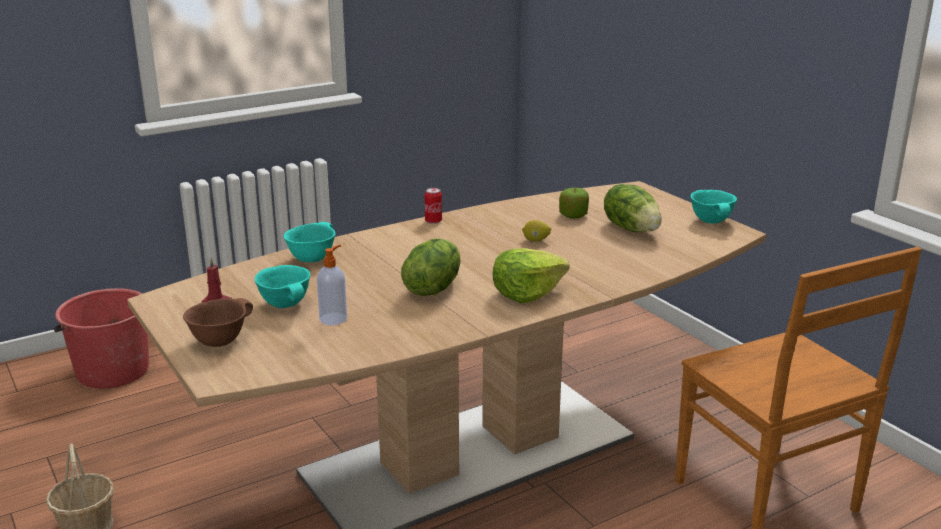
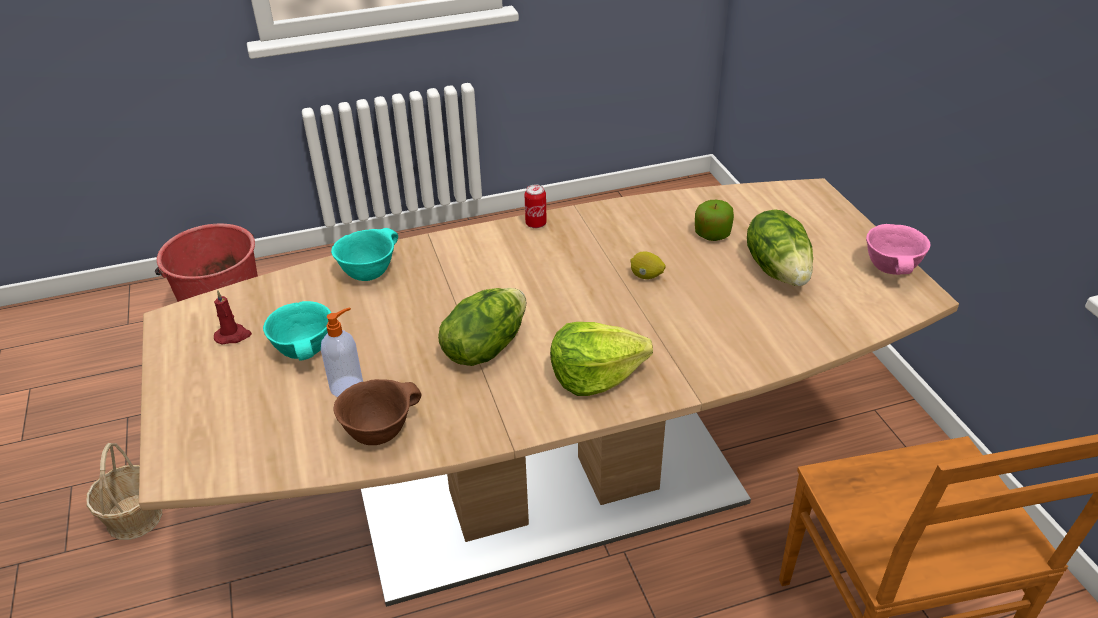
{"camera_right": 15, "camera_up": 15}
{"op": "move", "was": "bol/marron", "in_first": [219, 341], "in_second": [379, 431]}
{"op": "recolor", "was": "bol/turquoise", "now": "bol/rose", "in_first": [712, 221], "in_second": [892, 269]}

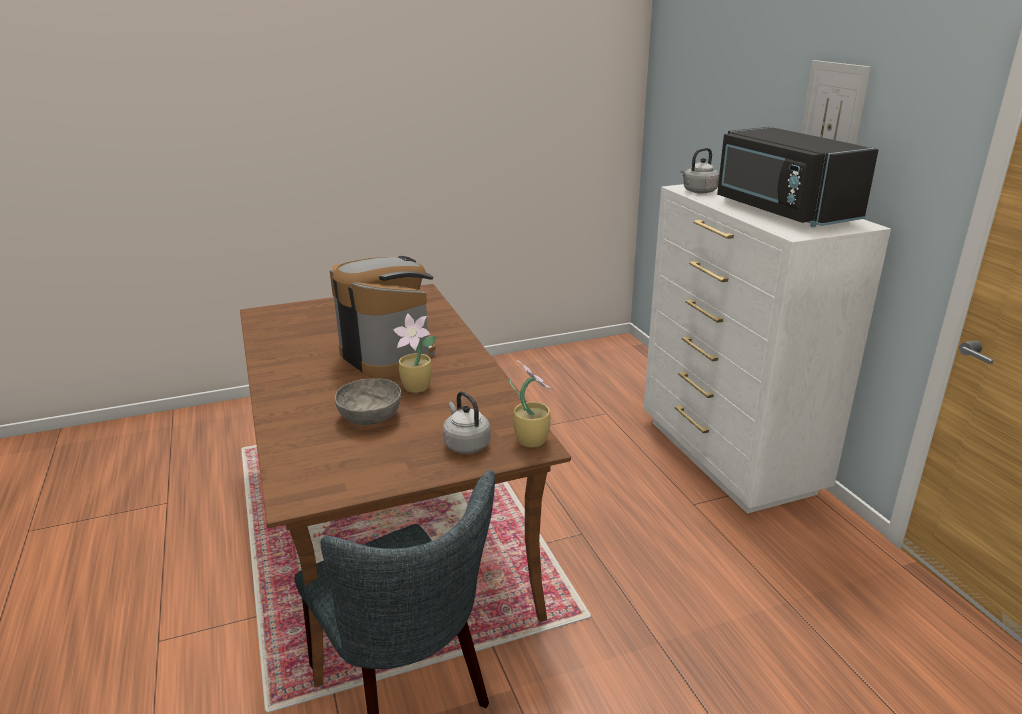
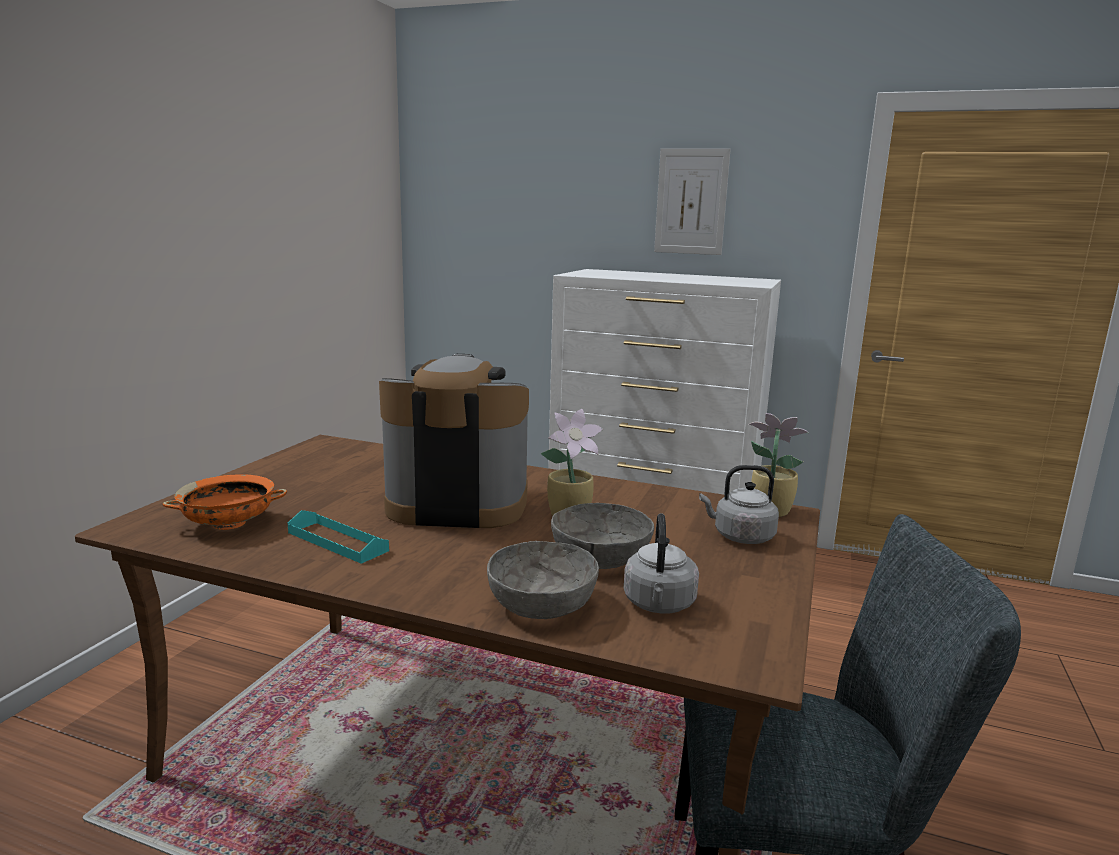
{"camera_right": -50, "camera_up": -10}
{"op": "move", "was": "bouilloire/gris", "in_first": [698, 192], "in_second": [659, 605]}
{"op": "delete", "was": "micro-ondes/noir", "in_first": [781, 211]}
{"op": "insert", "now": "bol/orange", "in_second": [228, 524]}
{"op": "insert", "now": "plateau/turquoise", "in_second": [337, 541]}
{"op": "insert", "now": "bol/gris", "in_second": [541, 604]}

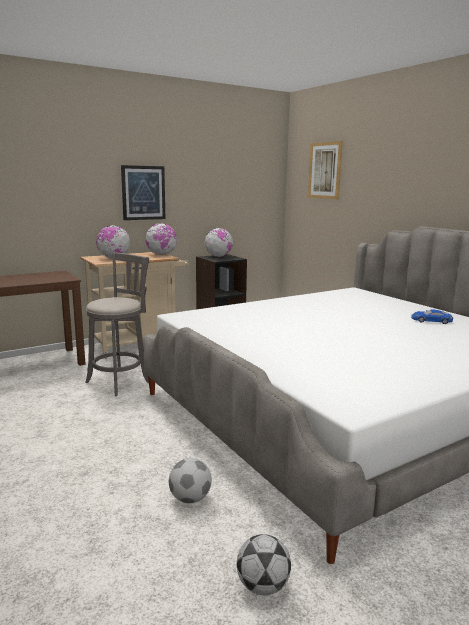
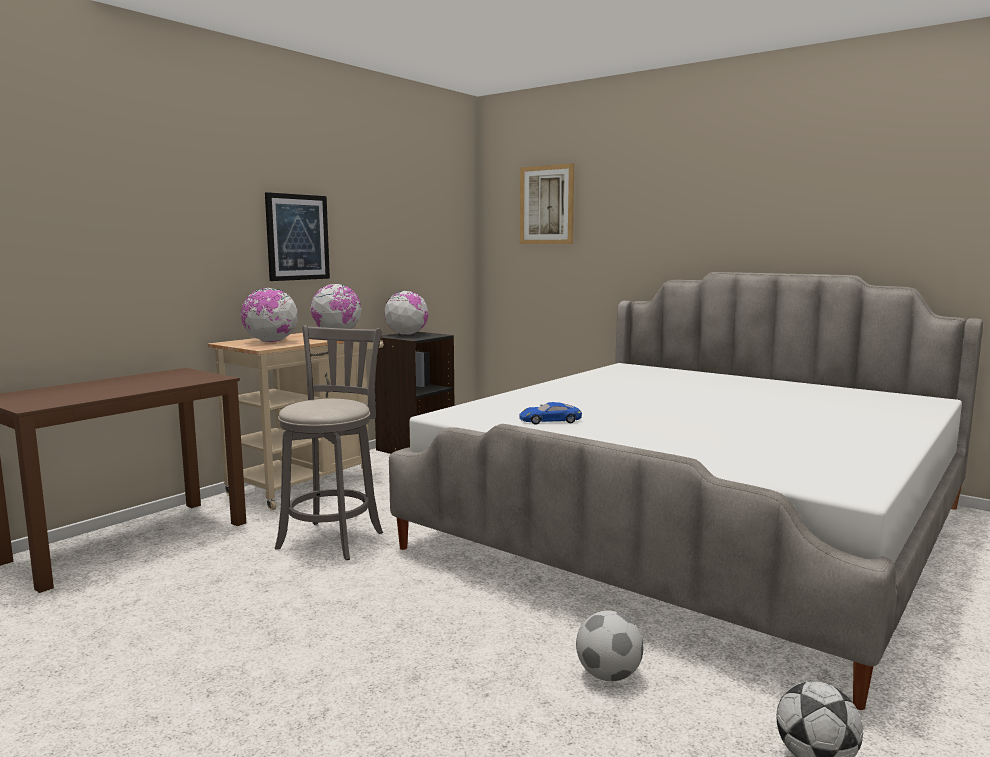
{"camera_right": -20, "camera_up": -5}
{"op": "move", "was": "petite voiture/bleu", "in_first": [431, 321], "in_second": [550, 420]}

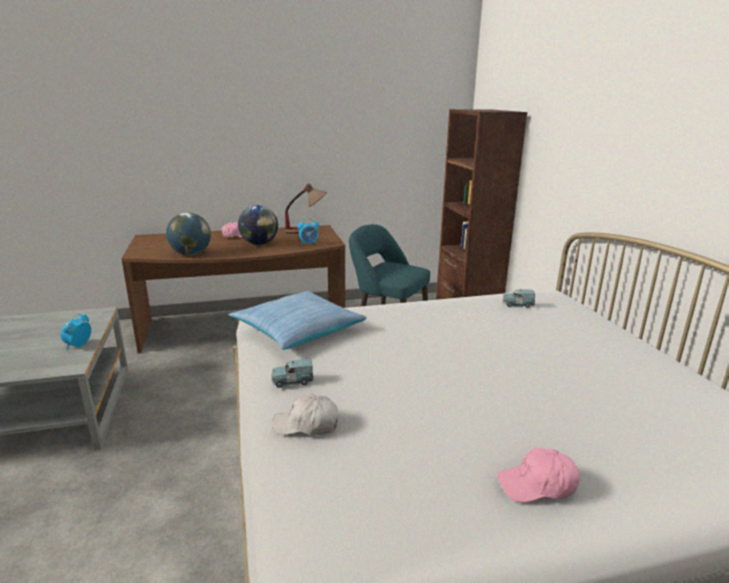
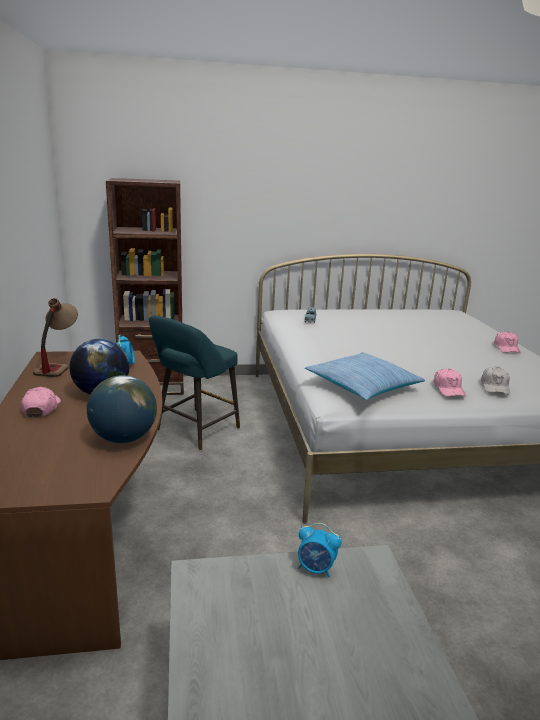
{"camera_right": -85, "camera_up": 0}
{"op": "replace", "was": "petite voiture/bleu", "now": "casquette/rose", "in_first": [292, 381], "in_second": [448, 389]}

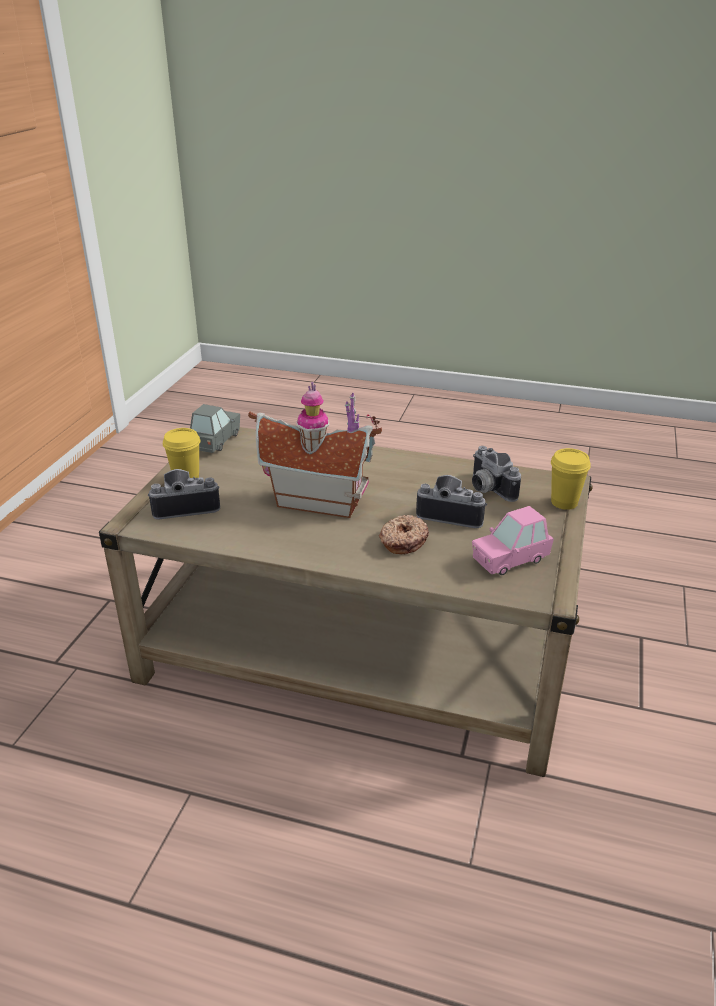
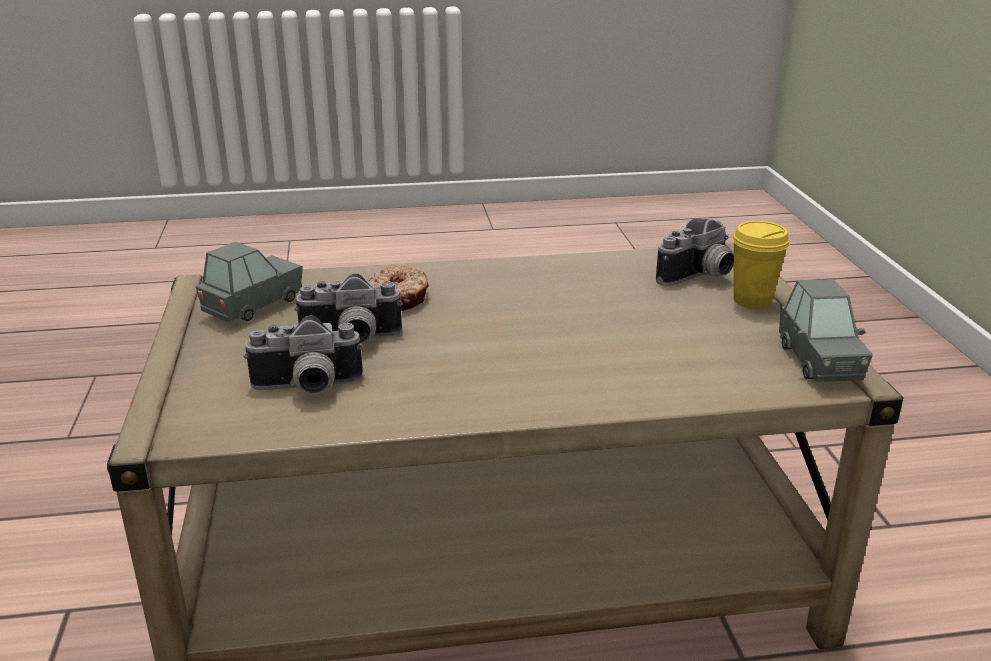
{"camera_right": 155, "camera_up": -5}
{"op": "delete", "was": "maison miniature", "in_first": [319, 499]}
{"op": "rotate", "was": "appareil photo", "in_first": [487, 489], "in_second": [307, 388], "clockwise": 135}
{"op": "recolor", "was": "petite voiture/rose", "now": "petite voiture/gris", "in_first": [510, 559], "in_second": [254, 305]}
{"op": "delete", "was": "tasse/jaune", "in_first": [564, 502]}

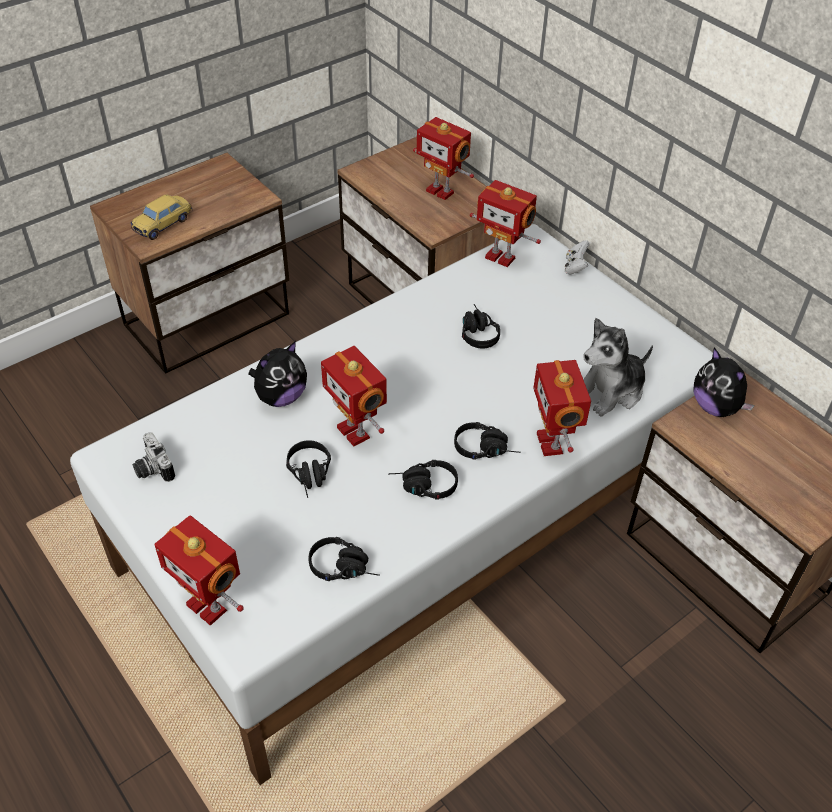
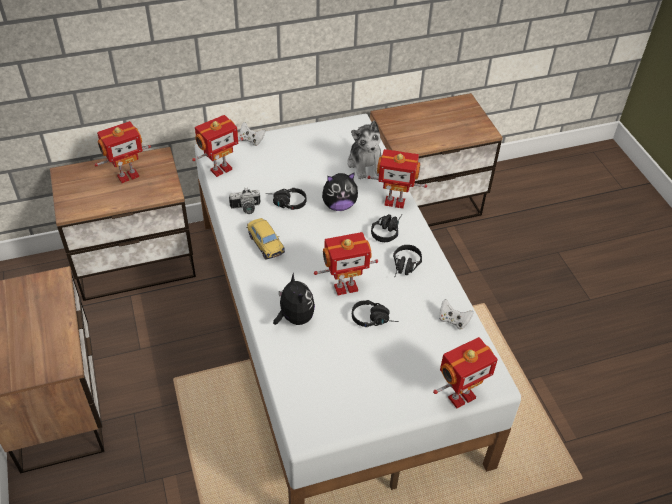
{"camera_right": -70, "camera_up": 0}
{"op": "move", "was": "petite voiture", "in_first": [163, 224], "in_second": [265, 244]}
{"op": "move", "was": "appareil photo", "in_first": [152, 469], "in_second": [246, 209]}
{"op": "replace", "was": "casque audio/noir", "now": "manette/blanc", "in_first": [345, 567], "in_second": [453, 320]}
{"op": "move", "was": "peluche", "in_first": [716, 407], "in_second": [339, 205]}

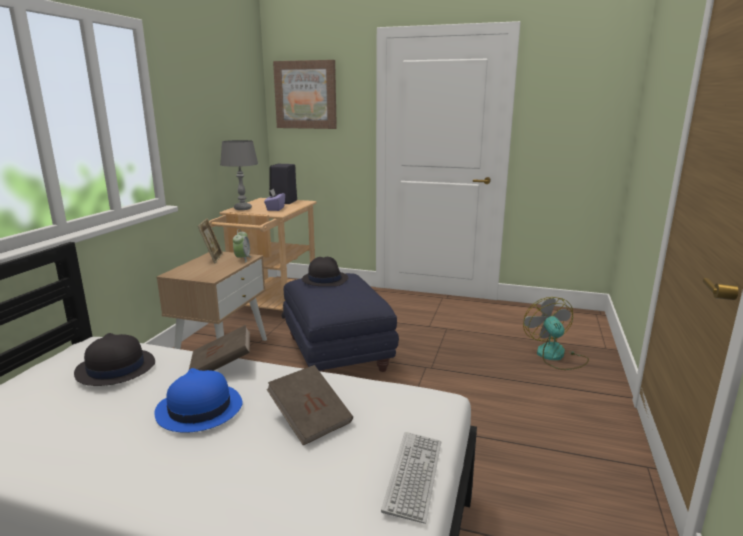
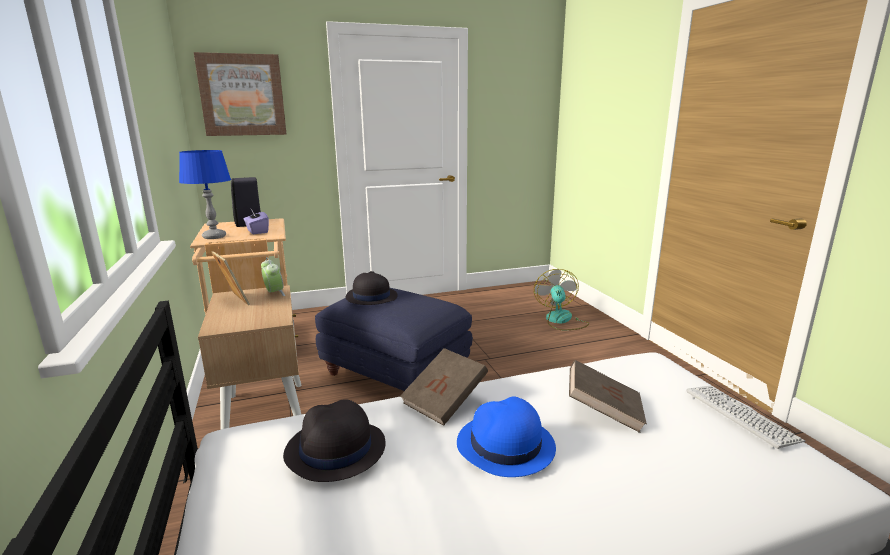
{"camera_right": -35, "camera_up": 0}
{"op": "recolor", "was": "lampe de table/gris", "now": "lampe de table/bleu", "in_first": [243, 208], "in_second": [214, 237]}
{"op": "rotate", "was": "ventilateur", "in_first": [555, 356], "in_second": [561, 320], "clockwise": 45}

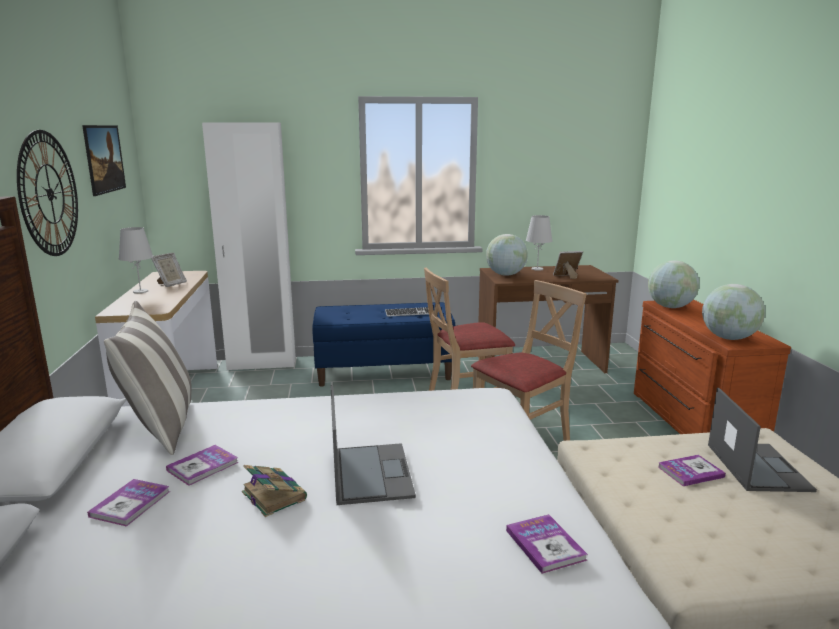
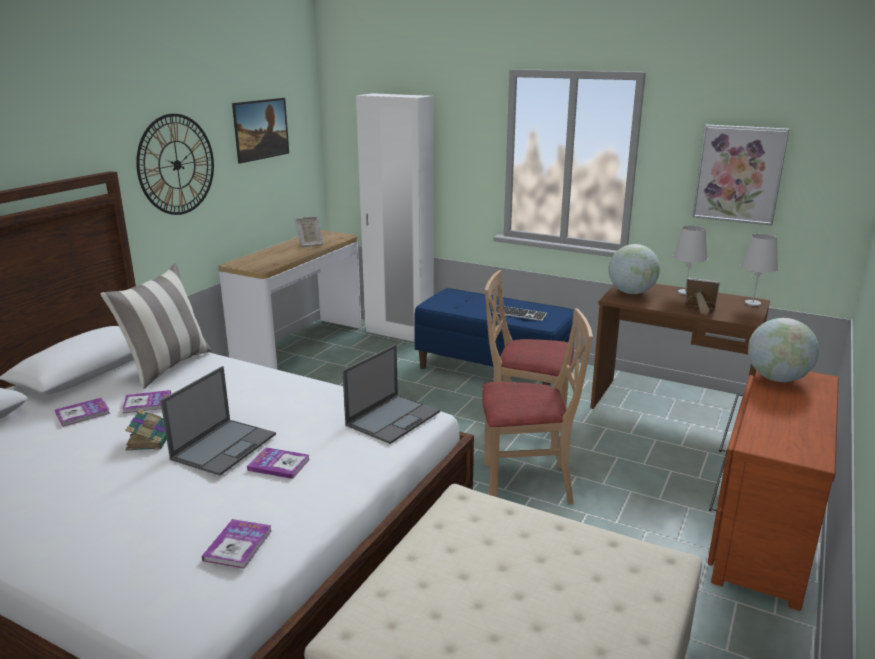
{"camera_right": 35, "camera_up": 5}
{"op": "move", "was": "lampe de table/blanc", "in_first": [140, 291], "in_second": [752, 303]}
{"op": "move", "was": "livre", "in_first": [690, 472], "in_second": [279, 464]}
{"op": "delete", "was": "globe", "in_first": [728, 338]}
{"op": "move", "was": "ordinateur portable", "in_first": [756, 466], "in_second": [393, 418]}
{"op": "insert", "now": "tableau", "in_second": [739, 174]}

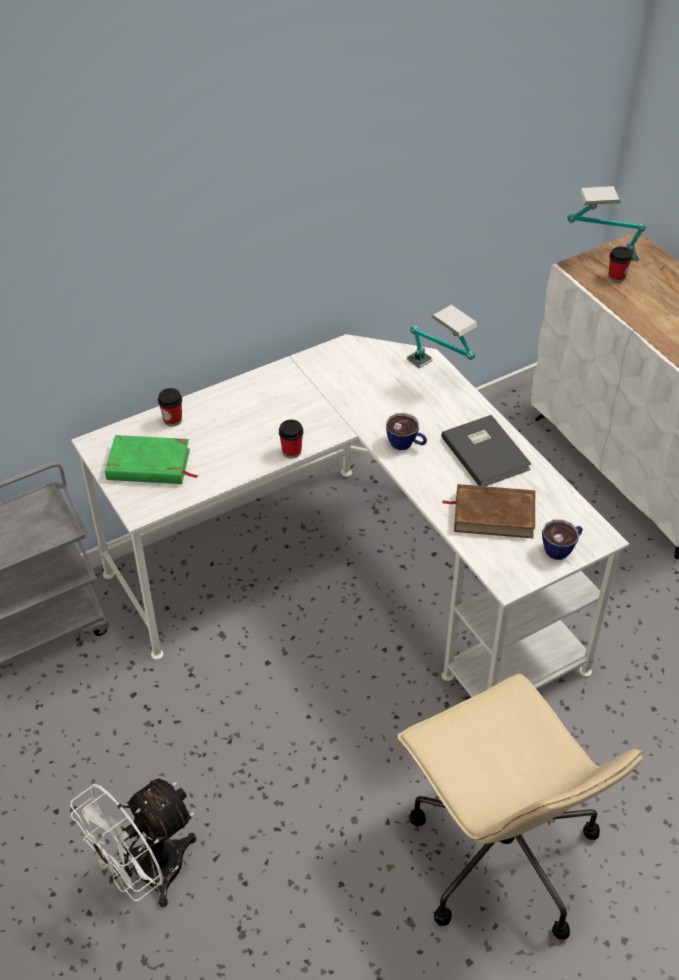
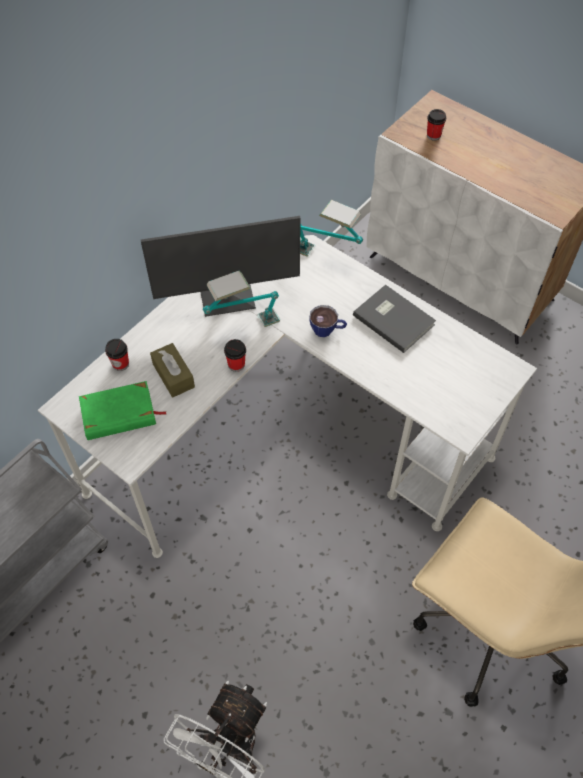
{"camera_right": -20, "camera_up": 10}
{"op": "delete", "was": "livre/marron", "in_first": [493, 514]}
{"op": "delete", "was": "tasse", "in_first": [561, 548]}
{"op": "move", "was": "lampe de table", "in_first": [600, 257], "in_second": [243, 328]}
{"op": "insert", "now": "écran d'ordinateur", "in_second": [227, 298]}
{"op": "insert", "now": "boîte à mouchoirs/marron", "in_second": [173, 375]}

